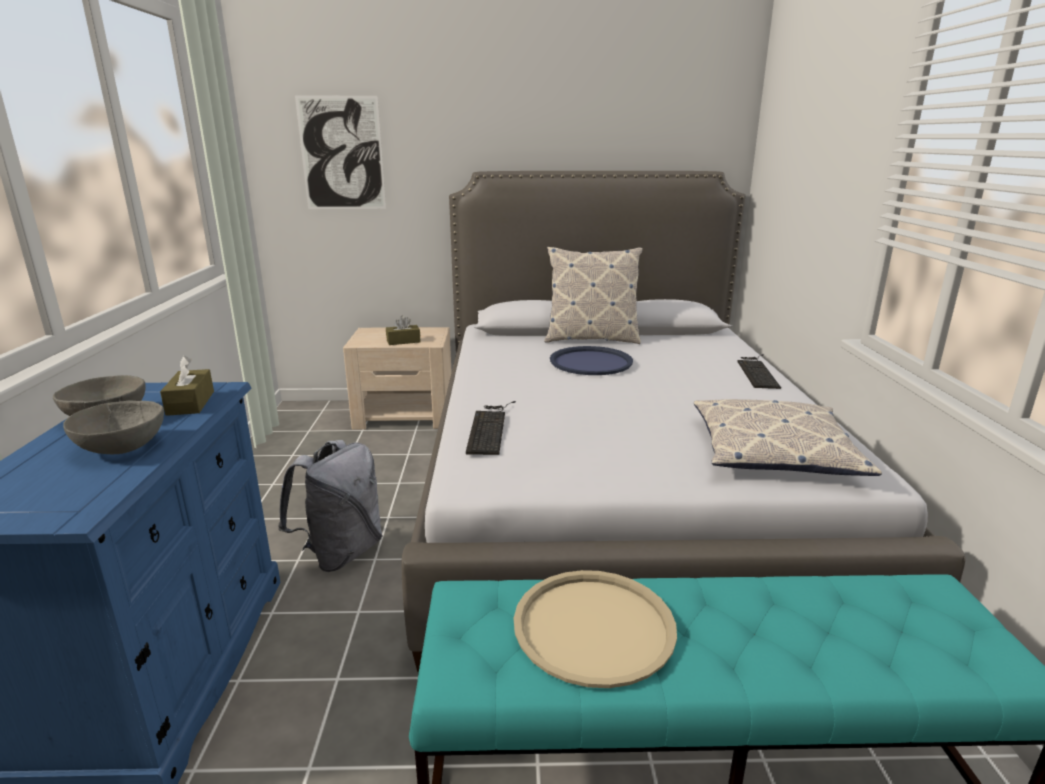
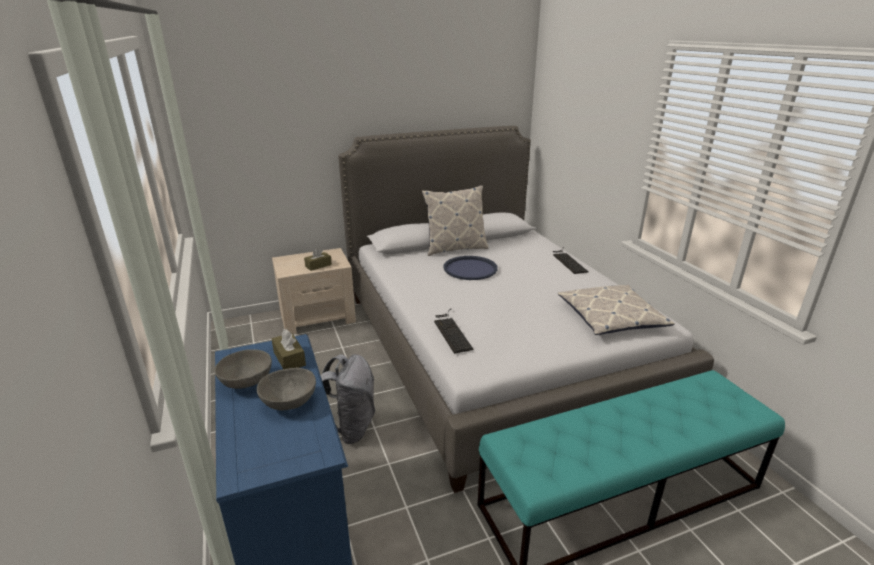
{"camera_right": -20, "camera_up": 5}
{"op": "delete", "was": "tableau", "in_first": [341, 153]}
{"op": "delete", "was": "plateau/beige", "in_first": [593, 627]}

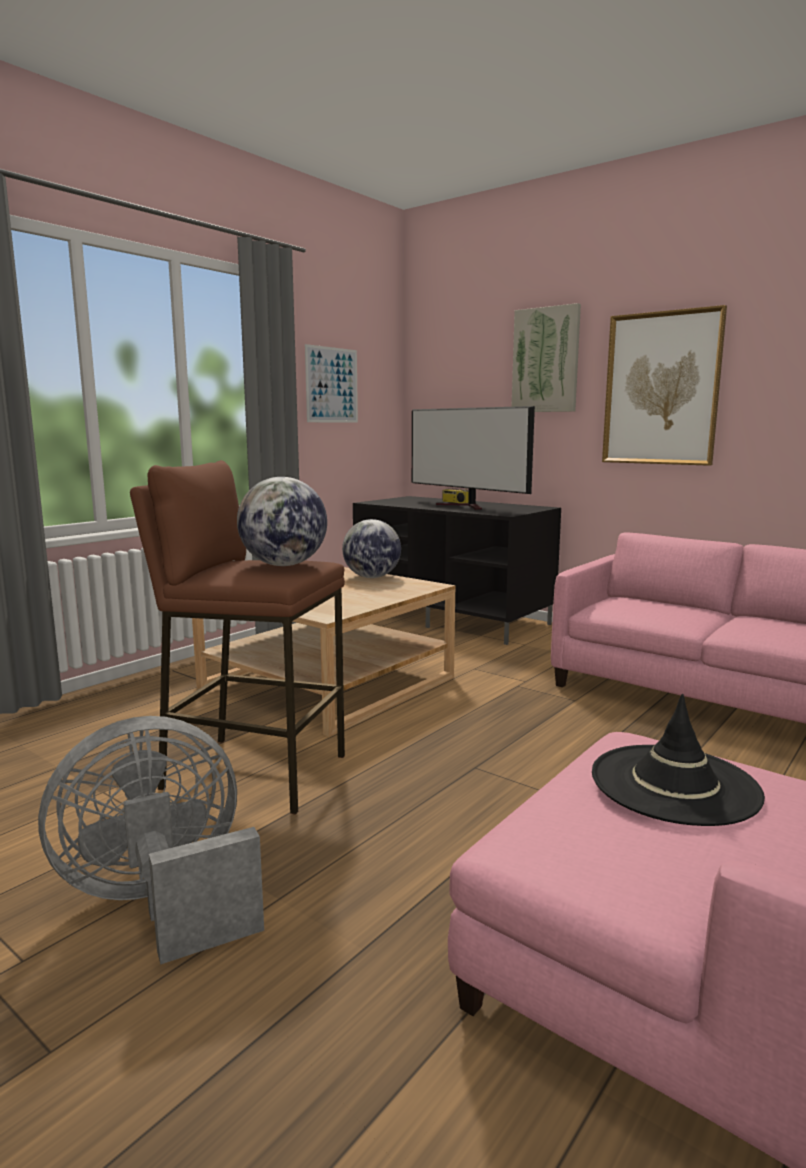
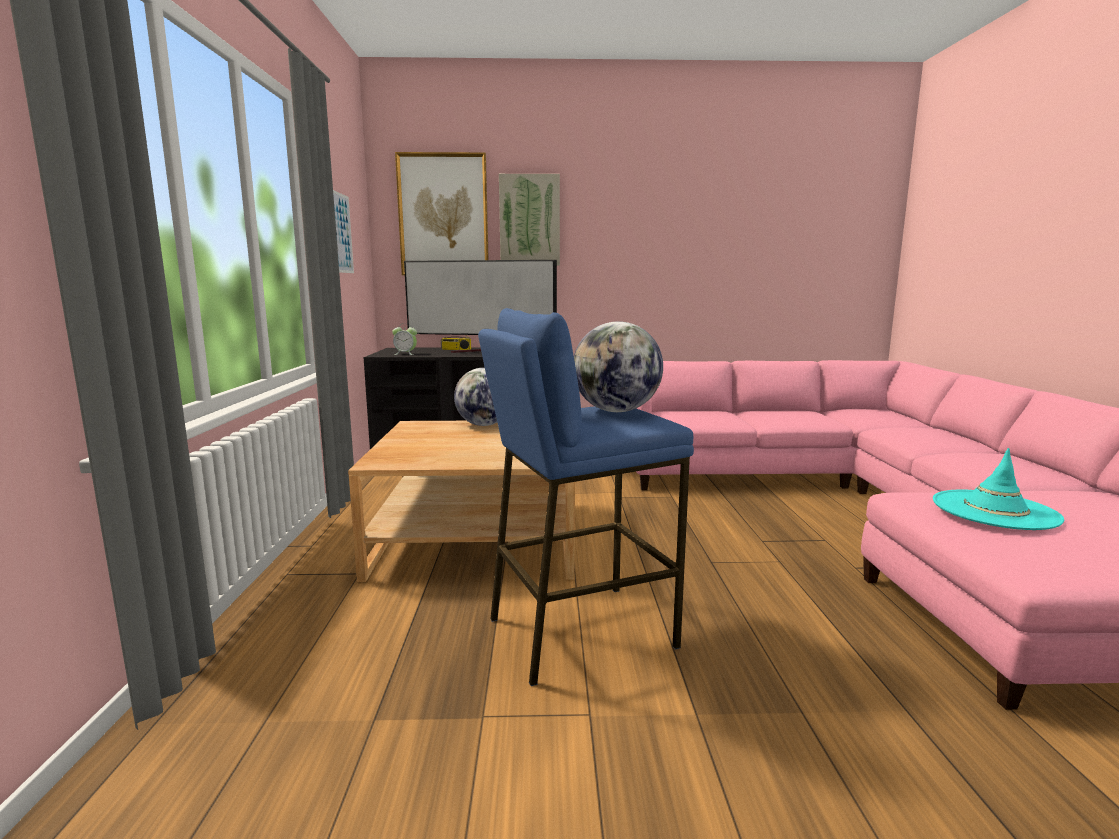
{"camera_right": -40, "camera_up": 0}
{"op": "delete", "was": "ventilateur/gris", "in_first": [161, 902]}
{"op": "recolor", "was": "tabouret/marron", "now": "tabouret/bleu", "in_first": [254, 772], "in_second": [579, 631]}
{"op": "recolor", "was": "chapeau/noir", "now": "chapeau/turquoise", "in_first": [674, 784], "in_second": [994, 510]}
{"op": "move", "was": "tableau", "in_first": [661, 389], "in_second": [443, 215]}
{"op": "insert", "now": "réveil", "in_second": [405, 354]}

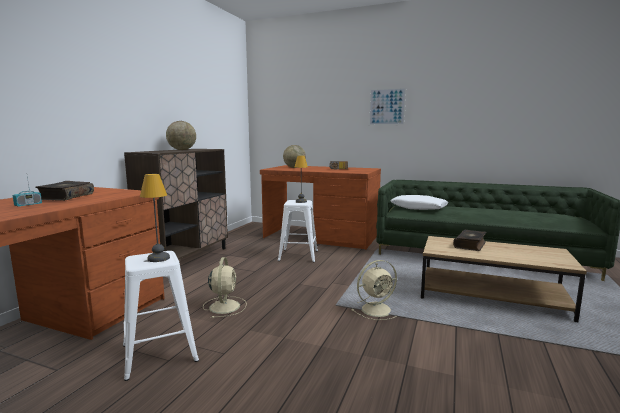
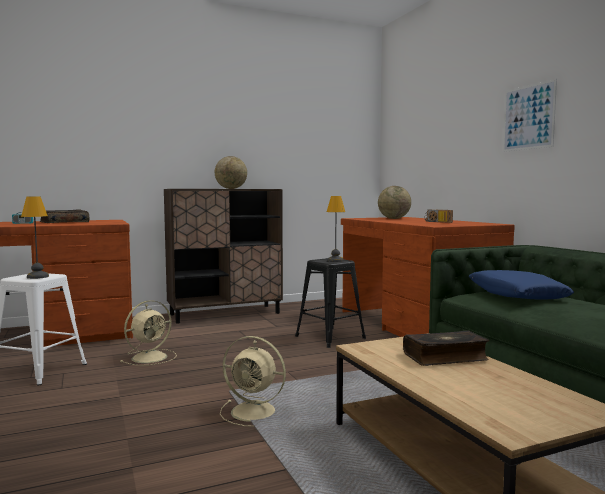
{"camera_right": 45, "camera_up": -5}
{"op": "recolor", "was": "tabouret/blanc", "now": "tabouret/noir", "in_first": [298, 255], "in_second": [329, 337]}
{"op": "recolor", "was": "coussin/blanc", "now": "coussin/bleu", "in_first": [418, 208], "in_second": [516, 295]}

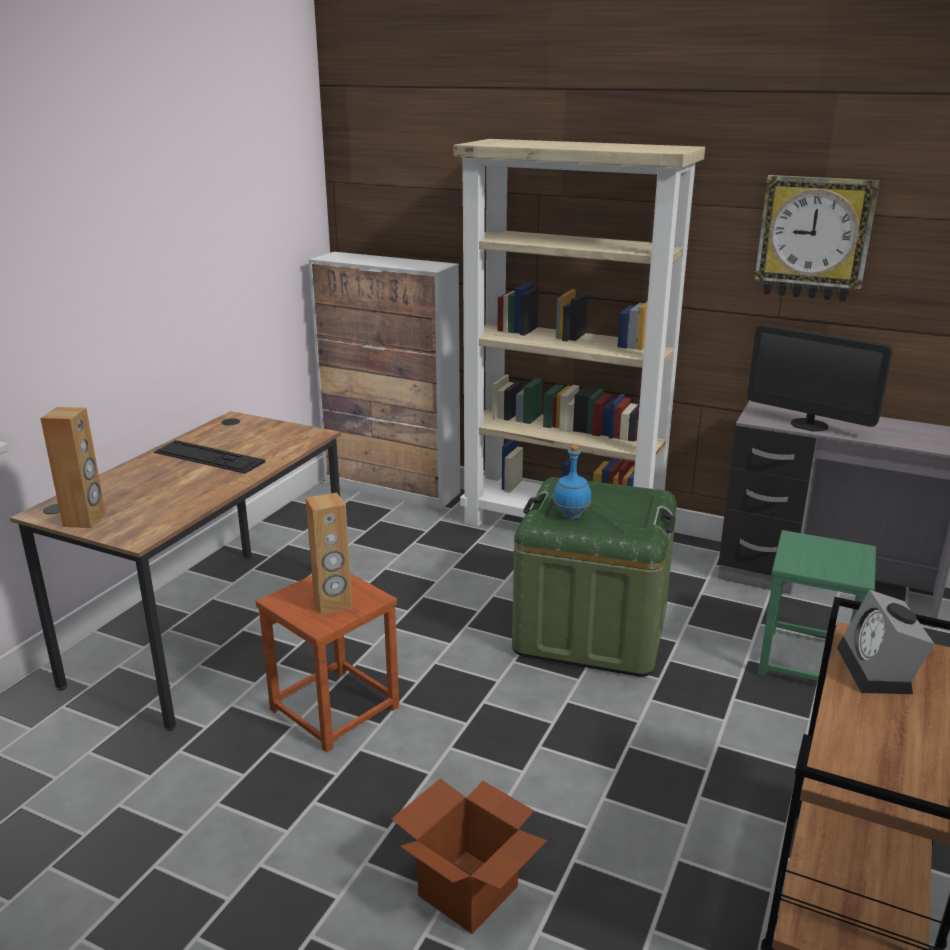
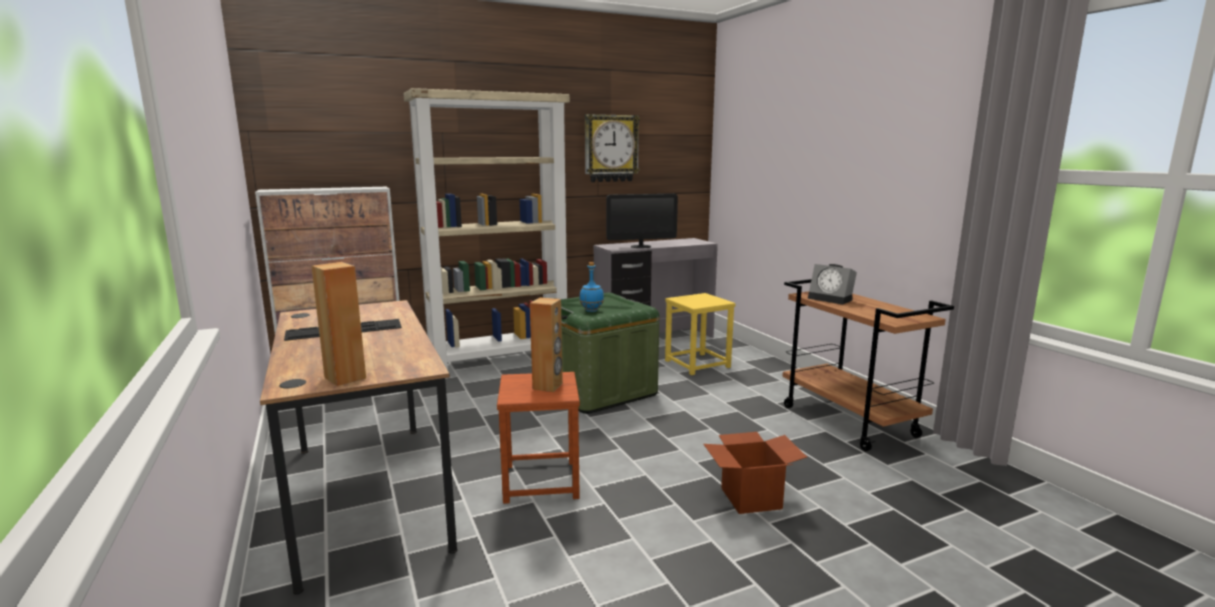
{"camera_right": -50, "camera_up": -10}
{"op": "recolor", "was": "tabouret/vert", "now": "tabouret/jaune", "in_first": [806, 661], "in_second": [697, 364]}

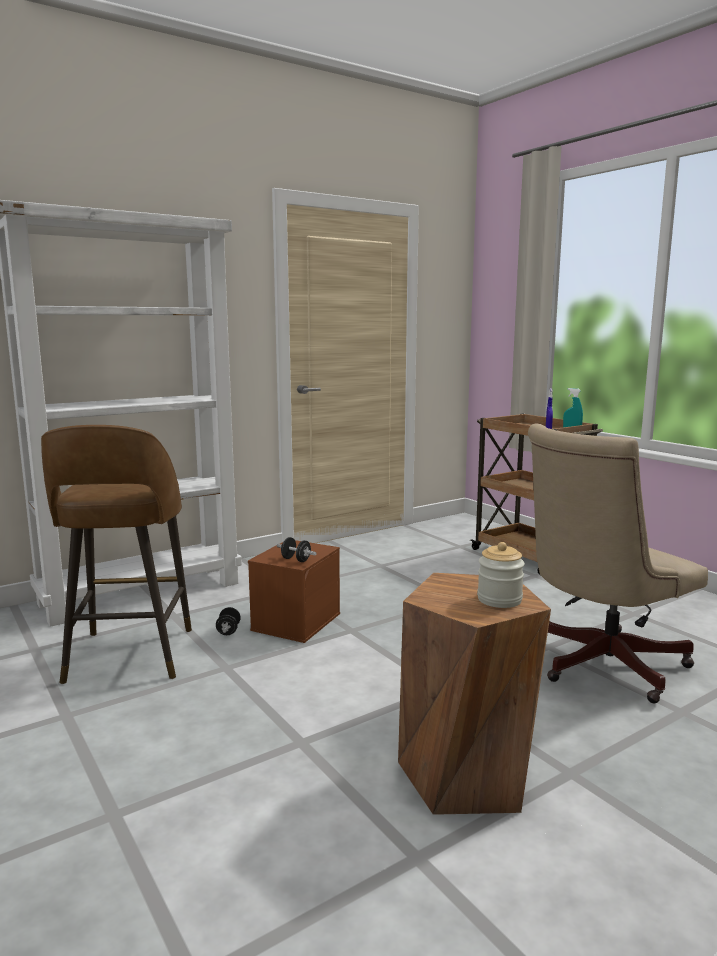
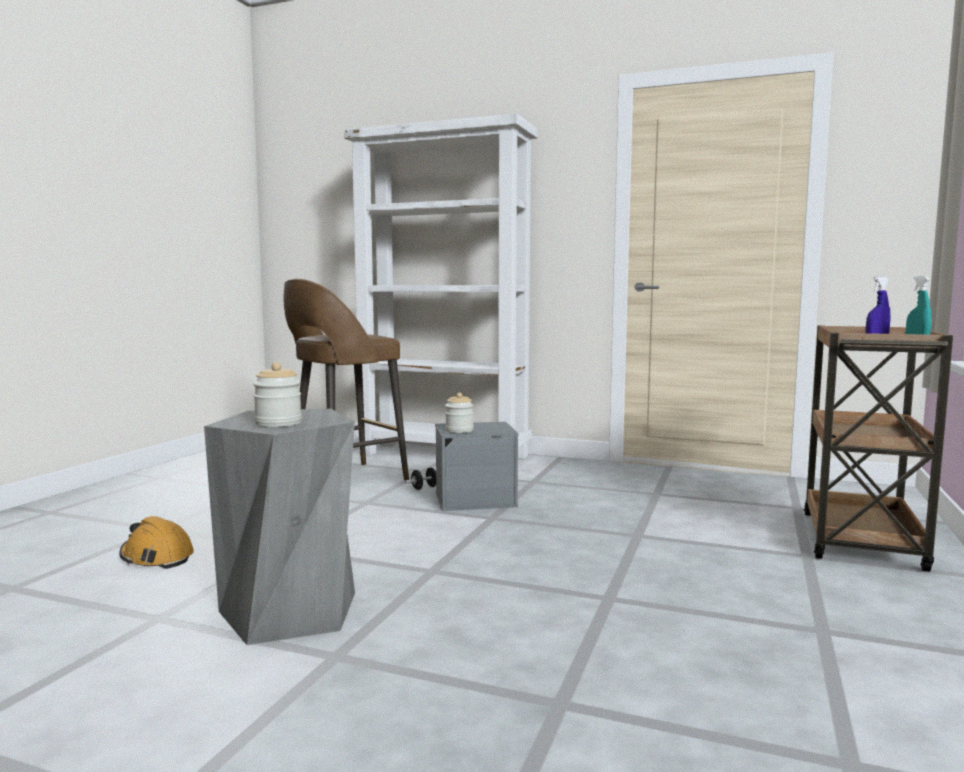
{"camera_right": 55, "camera_up": -5}
{"op": "recolor", "was": "boîte de rangement/marron", "now": "boîte de rangement/gris", "in_first": [296, 621], "in_second": [476, 499]}
{"op": "replace", "was": "haltère/noir", "now": "bocal", "in_first": [296, 560], "in_second": [459, 430]}
{"op": "recolor", "was": "tabouret/marron", "now": "tabouret/gris", "in_first": [466, 774], "in_second": [290, 611]}
{"op": "delete", "was": "chaise de bureau/beige", "in_first": [598, 665]}
{"op": "insert", "now": "casque de chantier/orange", "in_second": [156, 557]}

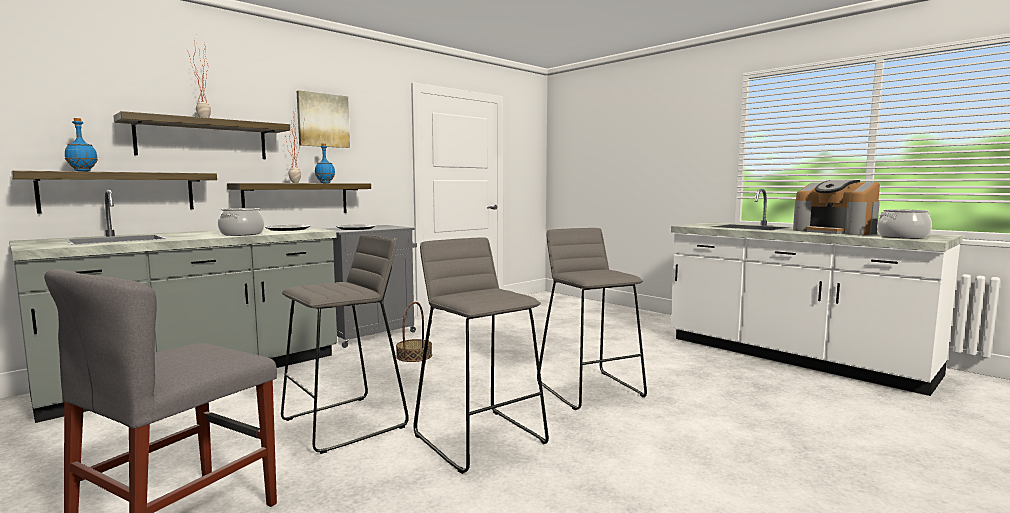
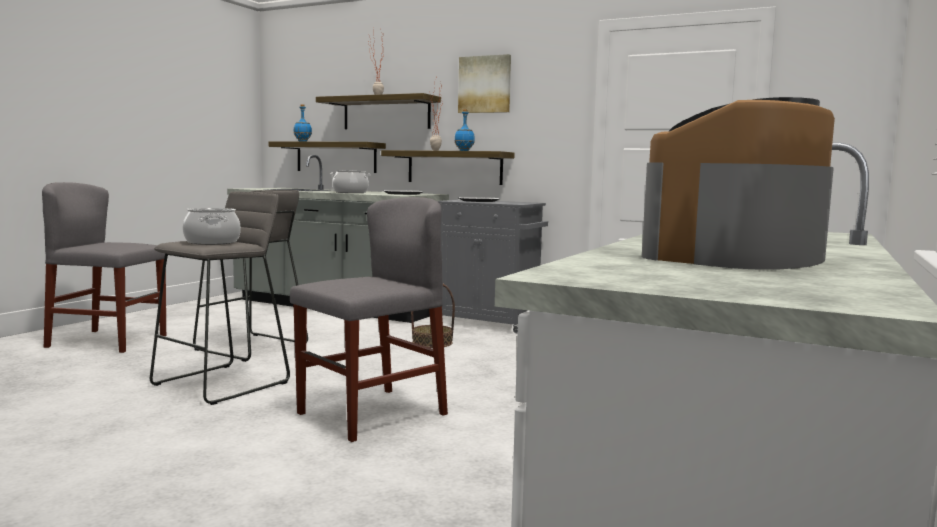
{"camera_right": 70, "camera_up": 0}
{"op": "replace", "was": "tabouret/gris", "now": "chaise/gris", "in_first": [590, 389], "in_second": [372, 414]}
{"op": "move", "was": "marmite", "in_first": [902, 237], "in_second": [212, 242]}

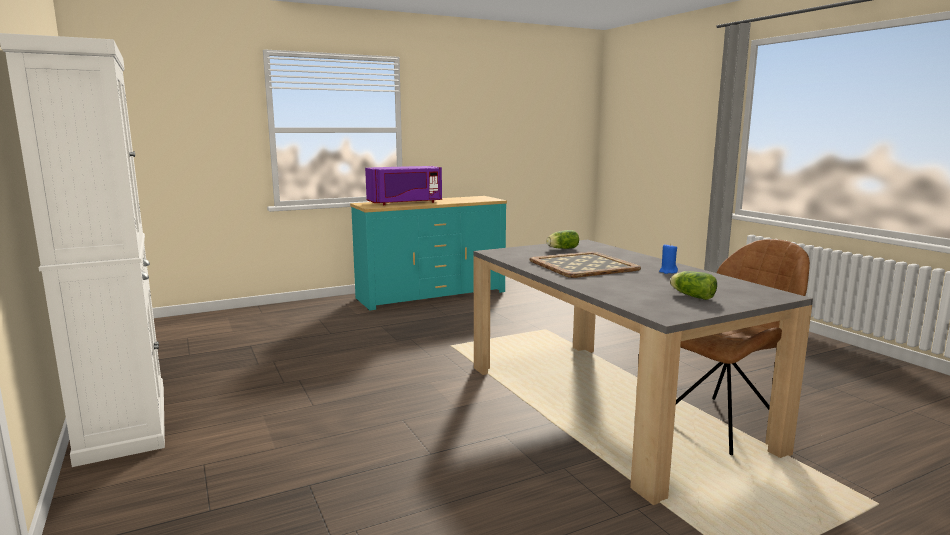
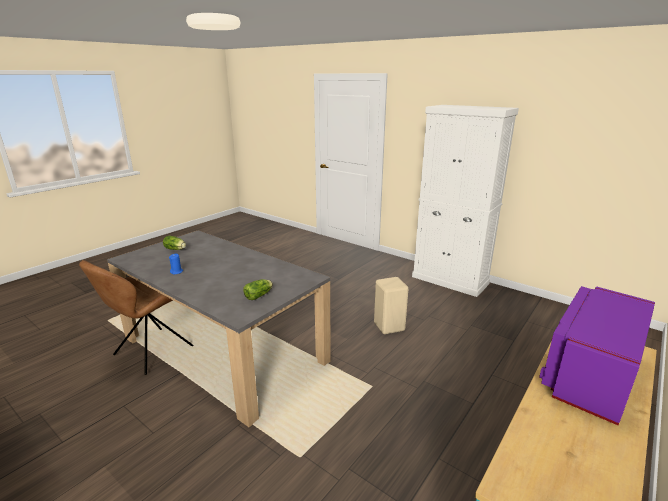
{"camera_right": 155, "camera_up": 10}
{"op": "delete", "was": "plateau", "in_first": [584, 265]}
{"op": "insert", "now": "tabouret/beige", "in_second": [388, 326]}

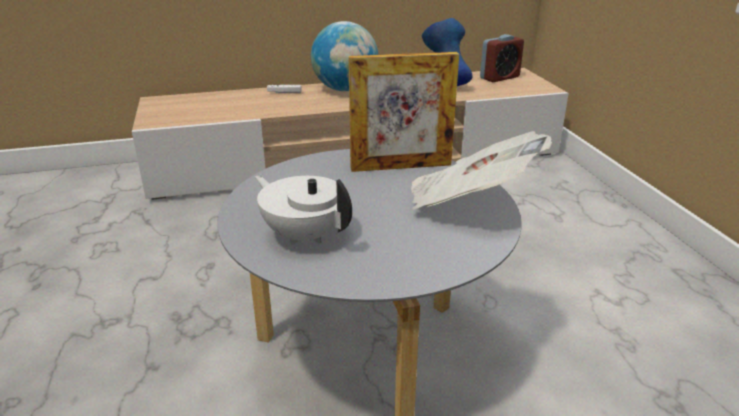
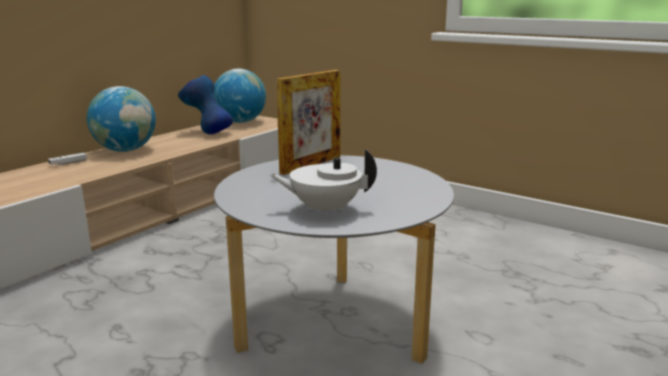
{"camera_right": -40, "camera_up": -10}
{"op": "delete", "was": "journal", "in_first": [469, 202]}
{"op": "replace", "was": "réveil", "now": "globe", "in_first": [499, 78], "in_second": [240, 122]}

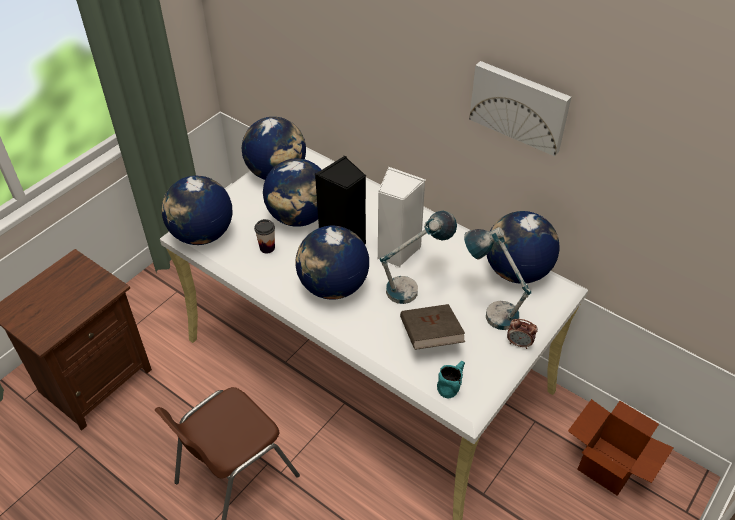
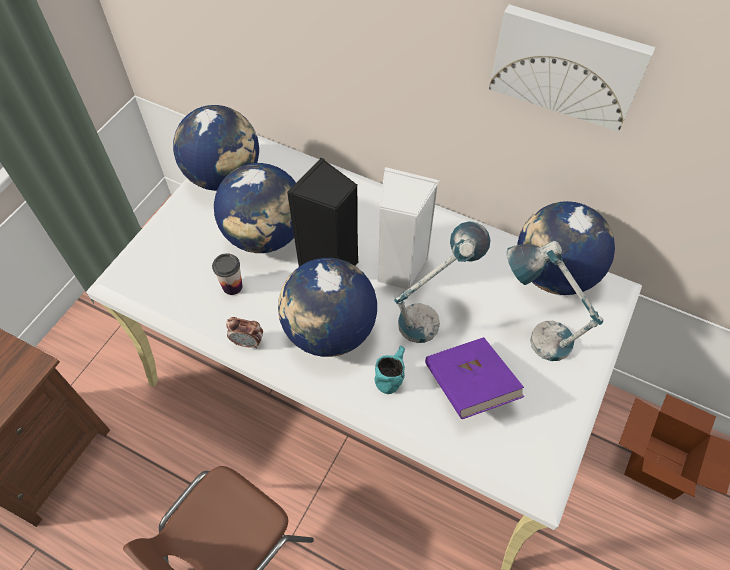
{"camera_right": -10, "camera_up": 10}
{"op": "delete", "was": "globe", "in_first": [202, 235]}
{"op": "recolor", "was": "livre/marron", "now": "livre/violet", "in_first": [430, 337], "in_second": [469, 386]}
{"op": "move", "was": "mug/turquoise", "in_first": [451, 384], "in_second": [392, 374]}
{"op": "move", "was": "réveil", "in_first": [519, 343], "in_second": [248, 342]}

